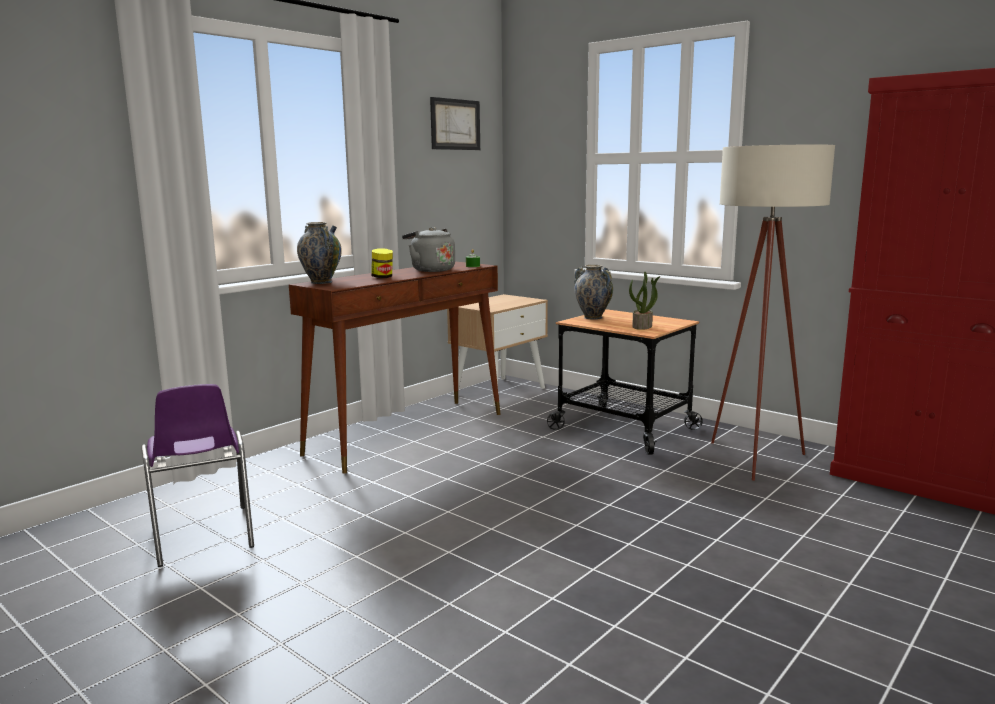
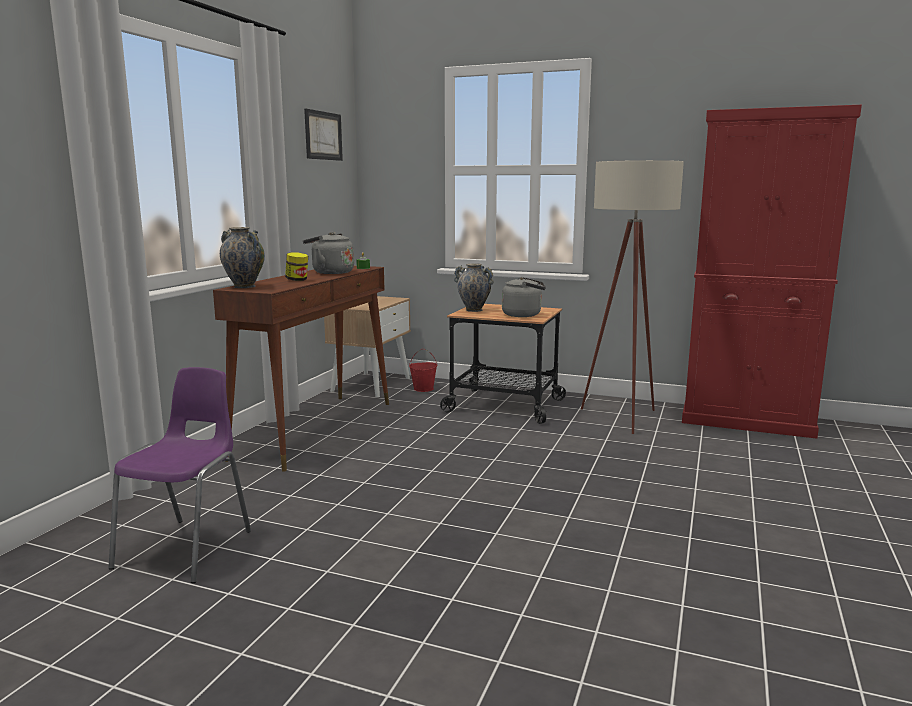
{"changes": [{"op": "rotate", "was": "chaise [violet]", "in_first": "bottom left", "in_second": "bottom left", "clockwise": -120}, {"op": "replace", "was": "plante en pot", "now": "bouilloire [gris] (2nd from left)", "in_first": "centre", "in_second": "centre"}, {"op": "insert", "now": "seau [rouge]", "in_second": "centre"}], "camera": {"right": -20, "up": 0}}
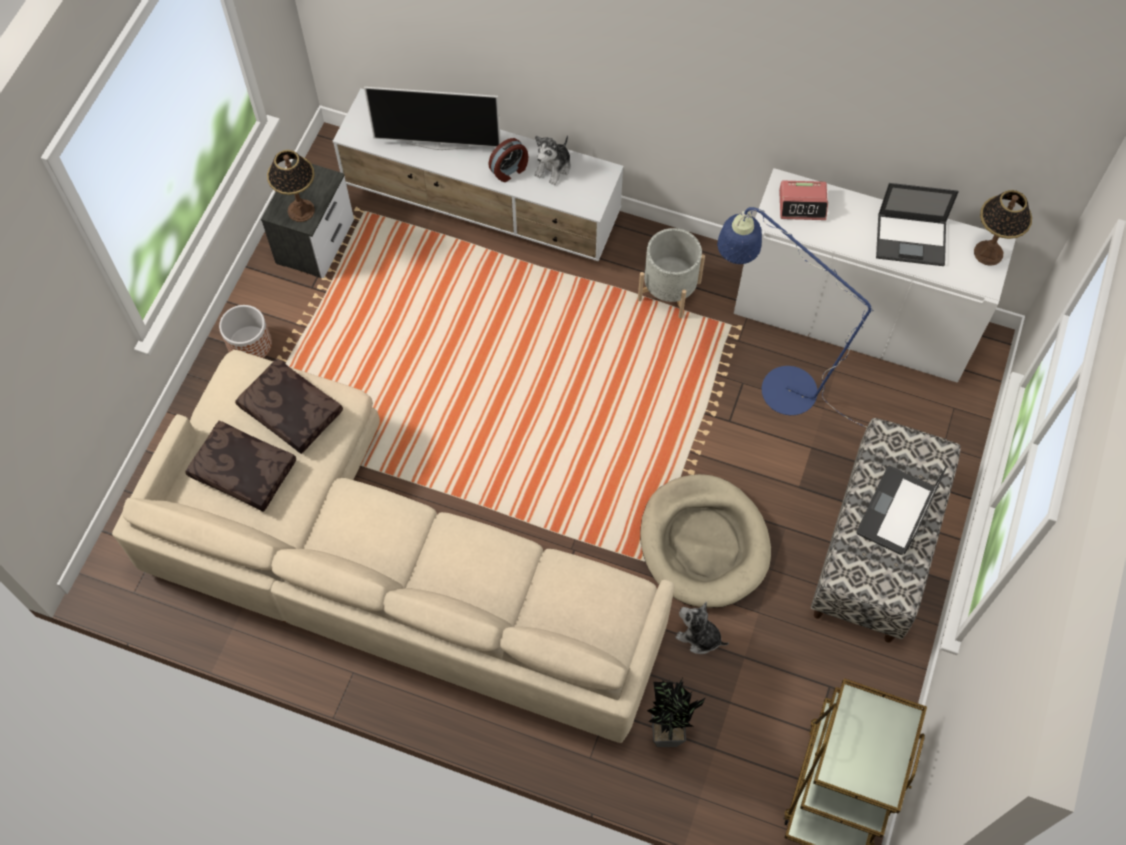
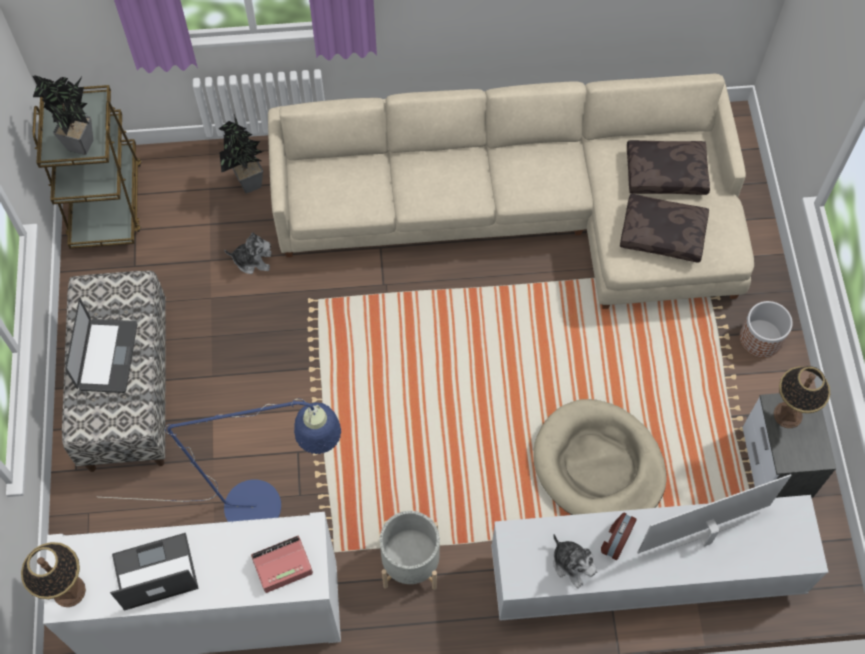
{"changes": [{"op": "rotate", "was": "peluche (1st from left in the first image)", "in_first": "top centre", "in_second": "bottom centre", "clockwise": 135}, {"op": "move", "was": "panier pour chien [beige]", "in_first": "centre", "in_second": "bottom right"}, {"op": "insert", "now": "plante en pot (1st from left)", "in_second": "top left"}], "camera": {"right": 155, "up": 0}}
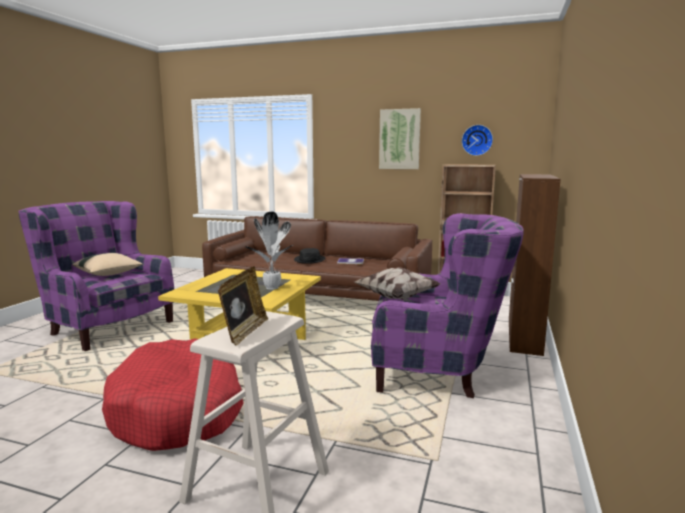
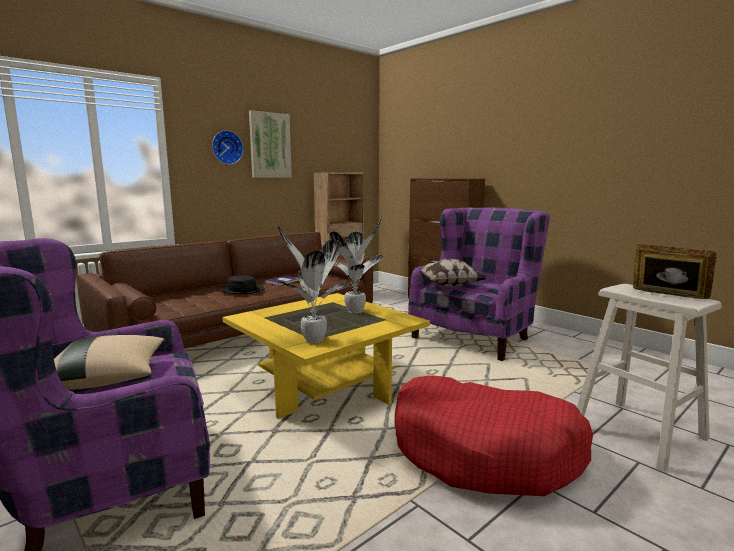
{"changes": [{"op": "move", "was": "horloge murale", "in_first": "top right", "in_second": "top left"}, {"op": "insert", "now": "plante en pot (1st from left)", "in_second": "centre"}], "camera": {"right": -60, "up": 0}}
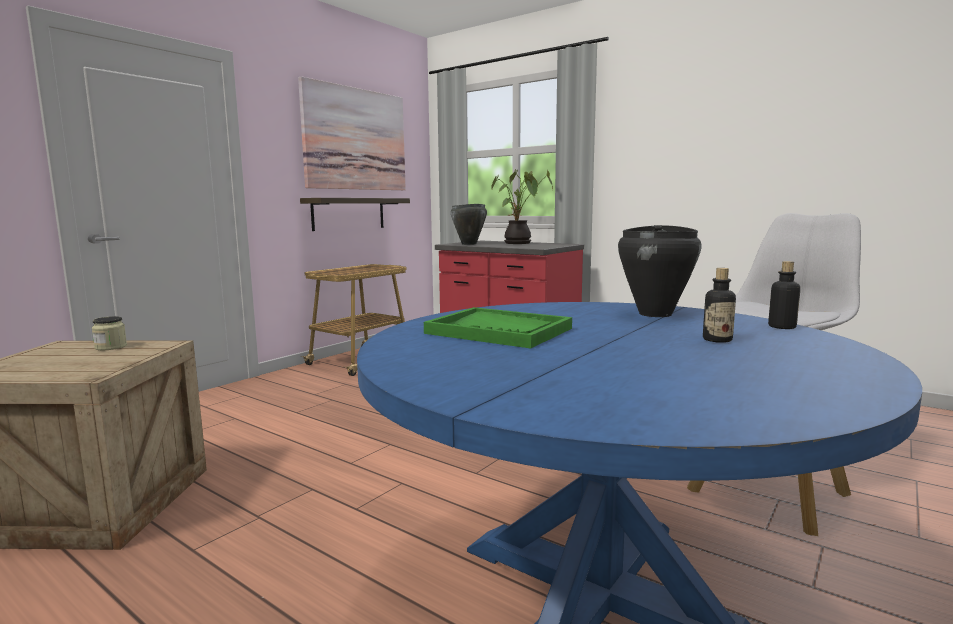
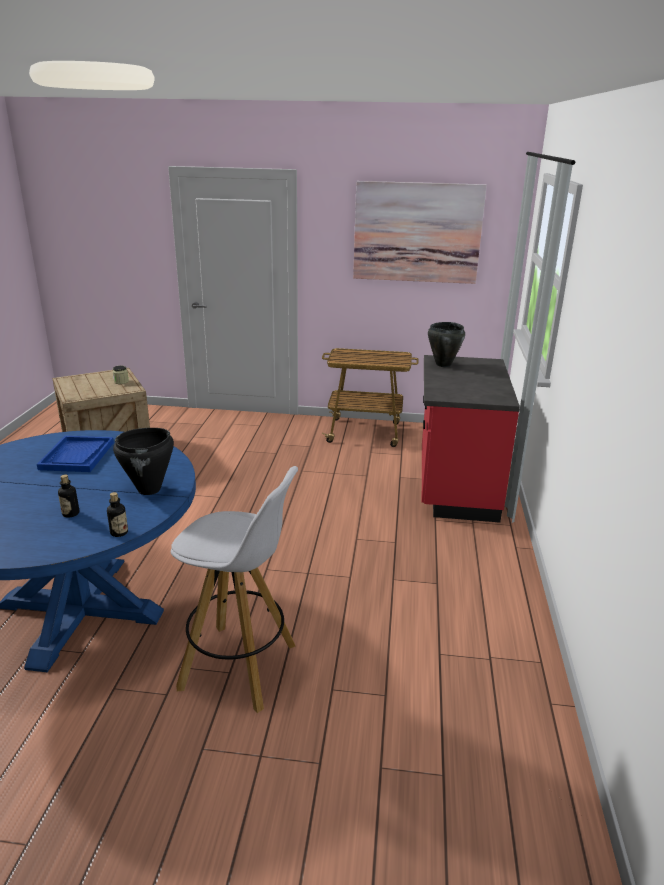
{"changes": [{"op": "delete", "was": "étagère", "in_first": "centre"}, {"op": "recolor", "was": "plateau [vert]", "now": "plateau [bleu]", "in_first": "centre", "in_second": "middle left"}, {"op": "delete", "was": "plante en pot", "in_first": "top centre"}], "camera": {"right": 60, "up": 15}}
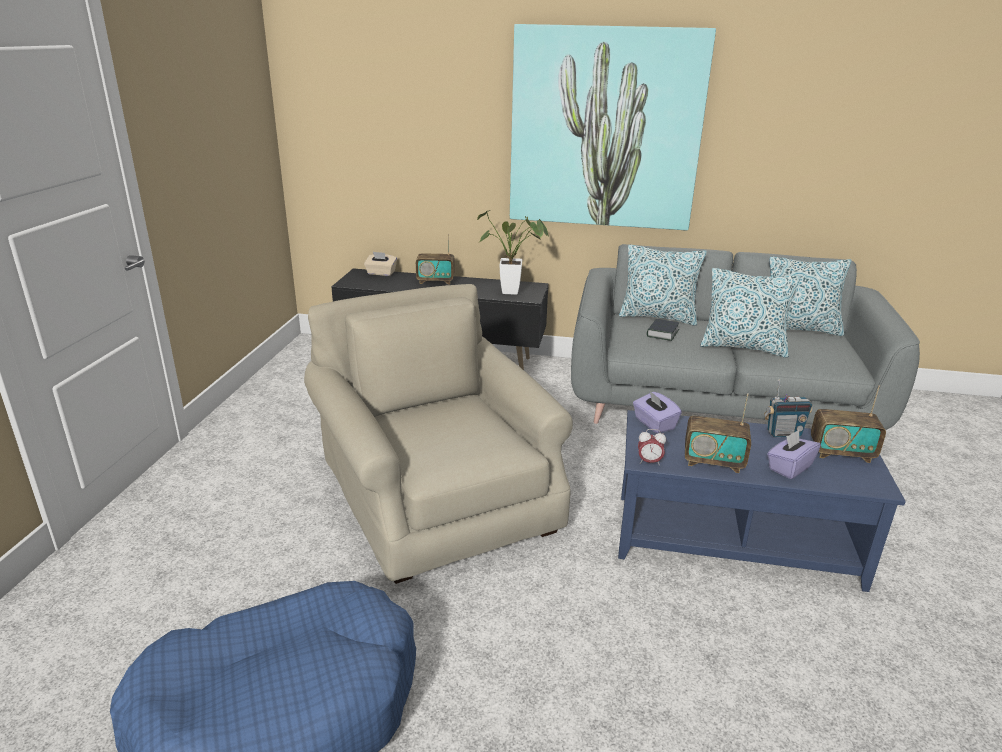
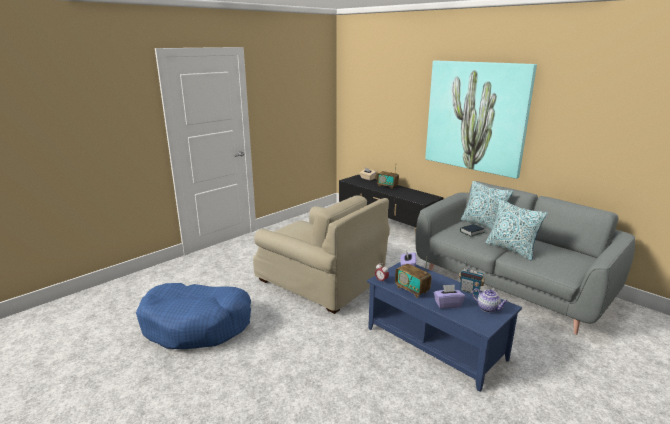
{"changes": [{"op": "rotate", "was": "fauteuil [beige]", "in_first": "centre", "in_second": "centre", "clockwise": 120}, {"op": "delete", "was": "plante en pot", "in_first": "centre"}, {"op": "delete", "was": "coussin (3rd from left)", "in_first": "middle right"}, {"op": "replace", "was": "radio (4th from left)", "now": "théière", "in_first": "middle right", "in_second": "bottom right"}], "camera": {"right": 35, "up": -5}}
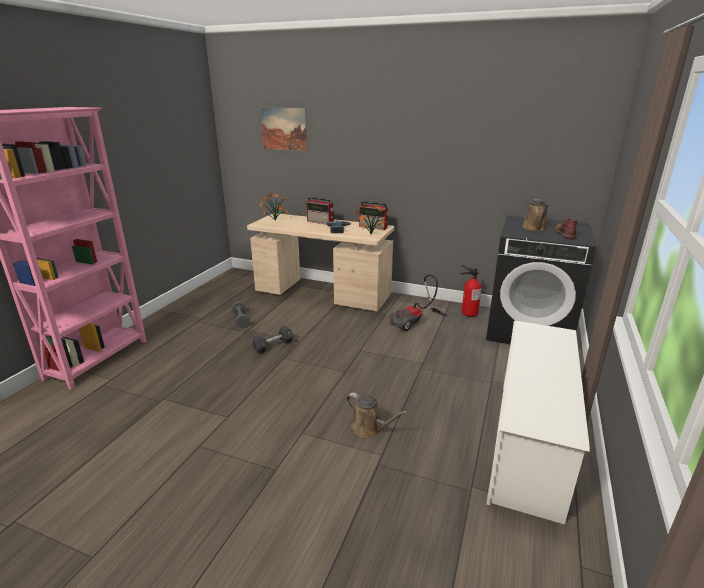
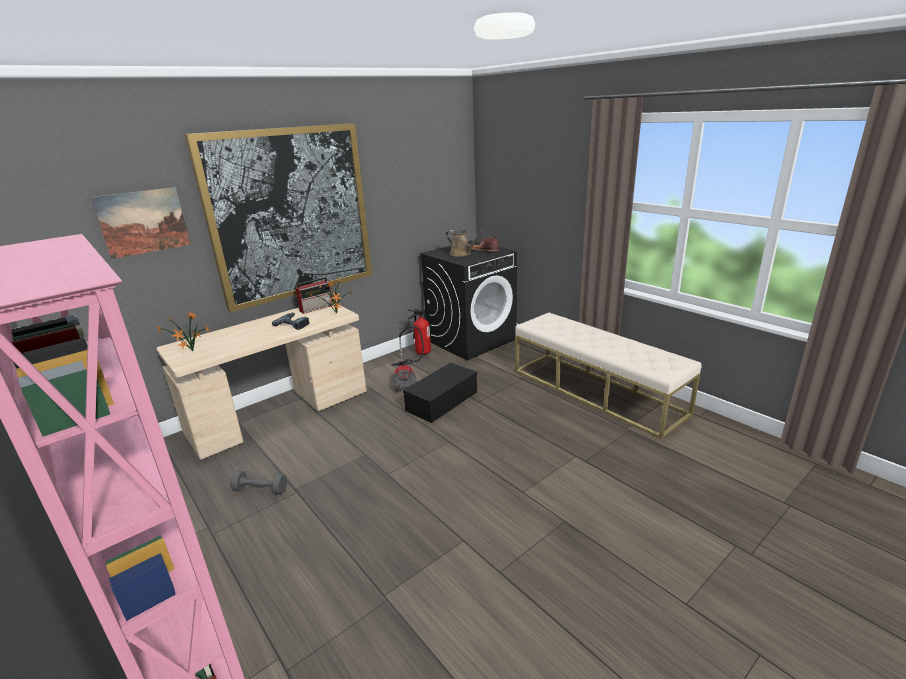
{"changes": [{"op": "delete", "was": "haltère [gris] (2nd from left)", "in_first": "centre"}, {"op": "delete", "was": "radio (1st from left)", "in_first": "centre"}, {"op": "delete", "was": "arrosoir [marron] (1st from left)", "in_first": "bottom centre"}, {"op": "replace", "was": "étagère à chaussures [blanc]", "now": "banc [beige]", "in_first": "bottom right", "in_second": "middle right"}, {"op": "insert", "now": "tableau (2nd from left)", "in_second": "top left"}, {"op": "insert", "now": "boîte de rangement [noir]", "in_second": "centre"}], "camera": {"right": -60, "up": 0}}
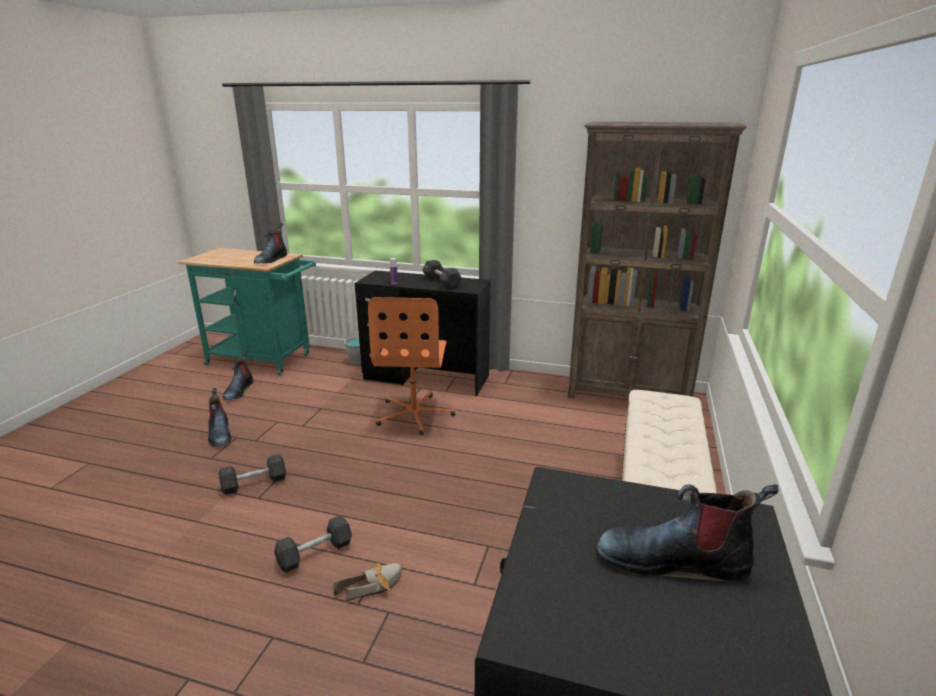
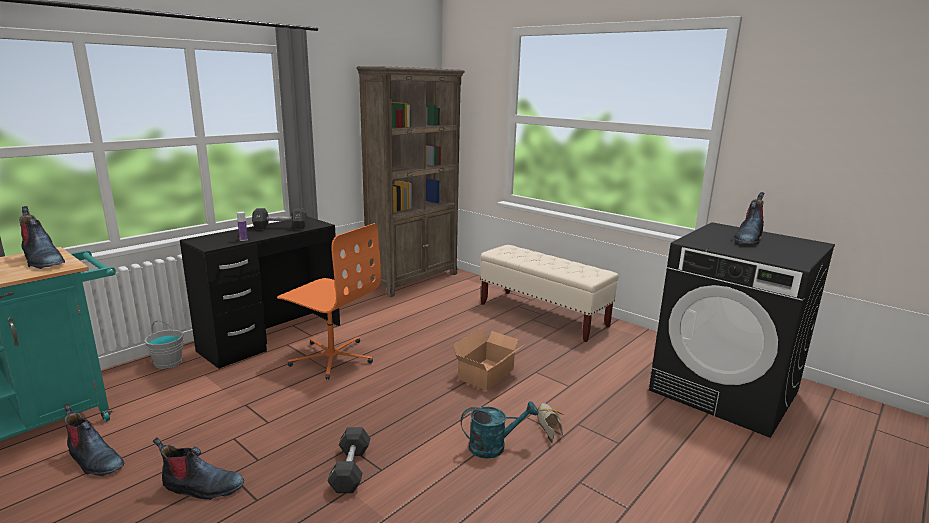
{"changes": [{"op": "replace", "was": "haltère [noir] (2nd from left)", "now": "arrosoir [turquoise]", "in_first": "bottom centre", "in_second": "bottom centre"}, {"op": "insert", "now": "carton", "in_second": "bottom centre"}], "camera": {"right": -65, "up": -5}}
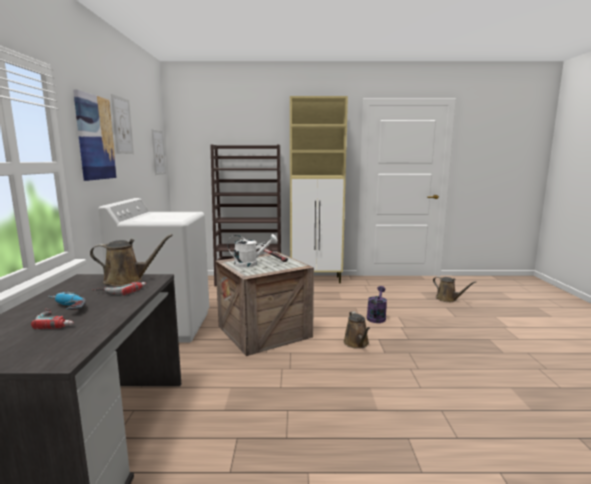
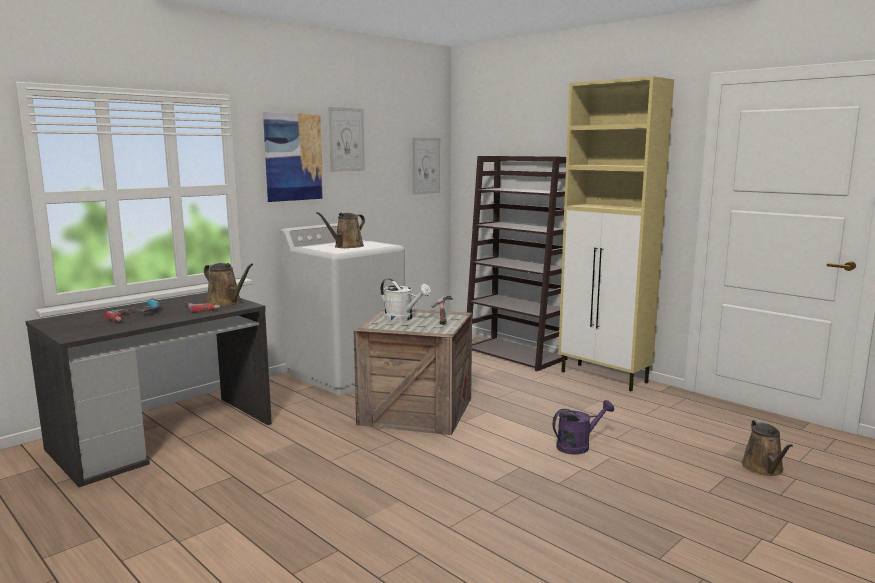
{"changes": [{"op": "move", "was": "arrosoir [marron] (2nd from left)", "in_first": "bottom centre", "in_second": "centre"}], "camera": {"right": 45, "up": 0}}
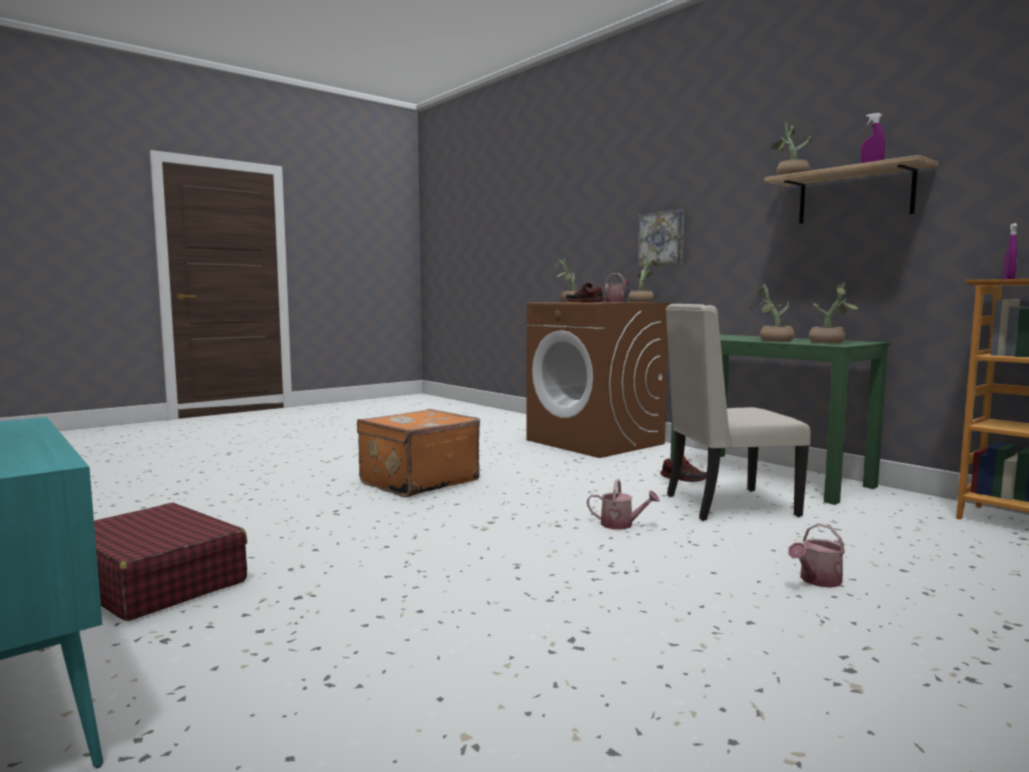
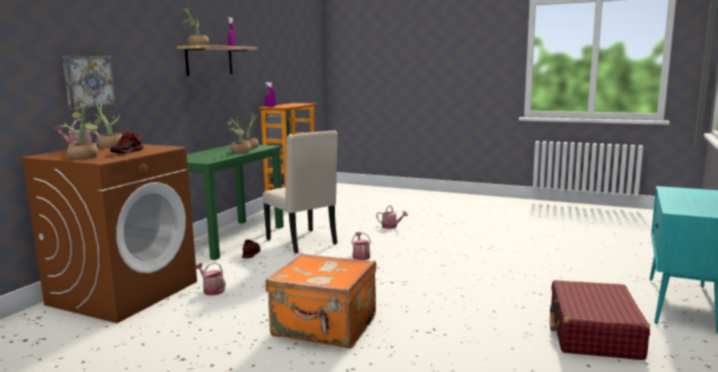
{"changes": [{"op": "insert", "now": "arrosoir (2nd from left)", "in_second": "bottom left"}], "camera": {"right": -115, "up": 5}}
